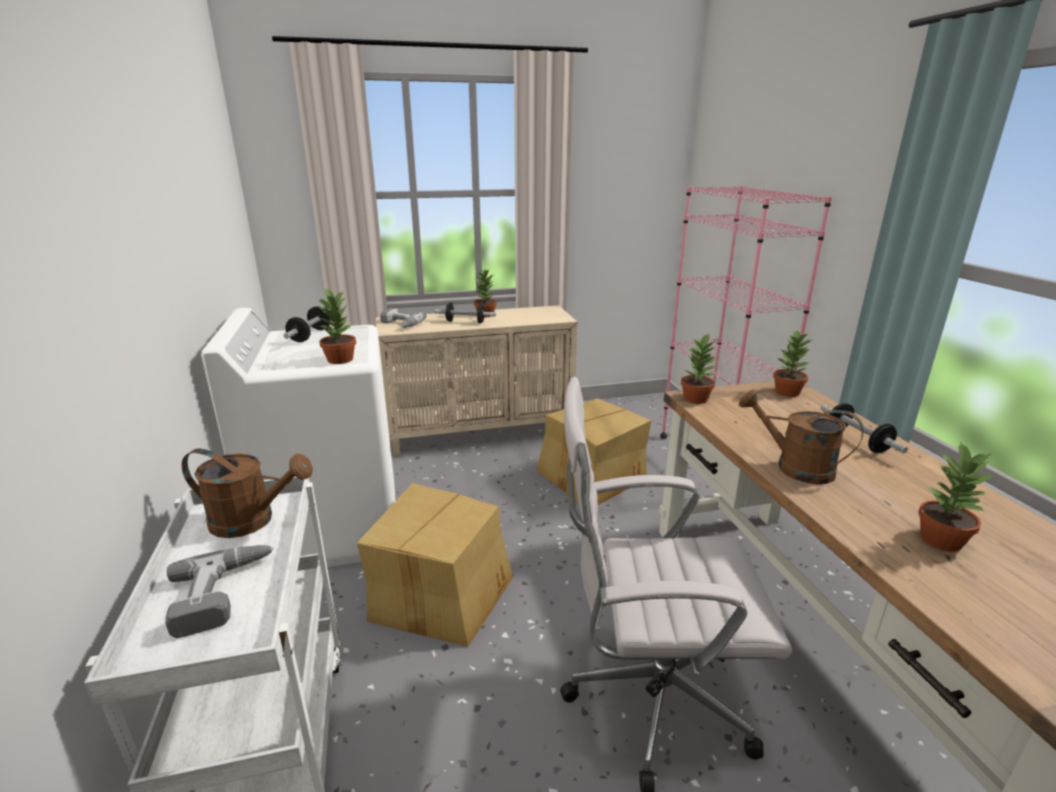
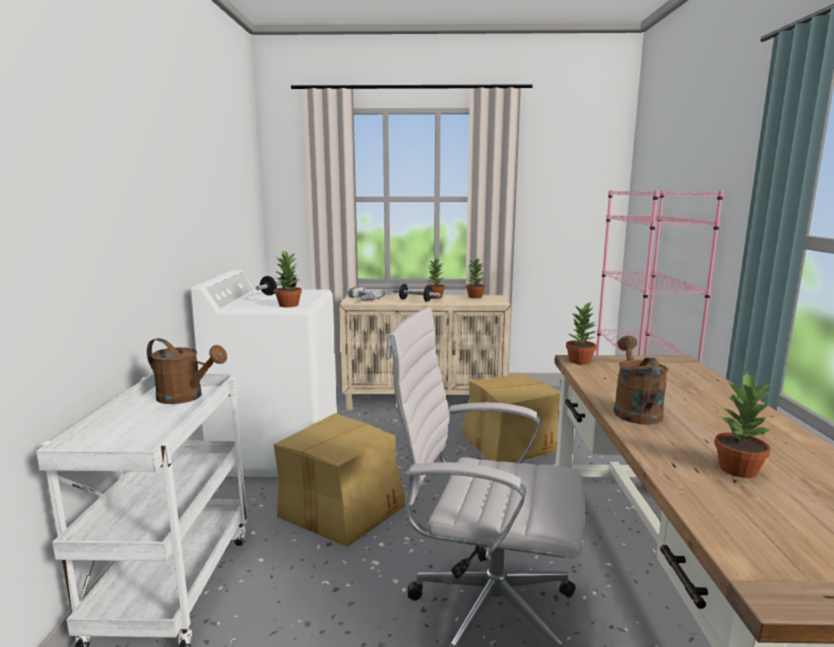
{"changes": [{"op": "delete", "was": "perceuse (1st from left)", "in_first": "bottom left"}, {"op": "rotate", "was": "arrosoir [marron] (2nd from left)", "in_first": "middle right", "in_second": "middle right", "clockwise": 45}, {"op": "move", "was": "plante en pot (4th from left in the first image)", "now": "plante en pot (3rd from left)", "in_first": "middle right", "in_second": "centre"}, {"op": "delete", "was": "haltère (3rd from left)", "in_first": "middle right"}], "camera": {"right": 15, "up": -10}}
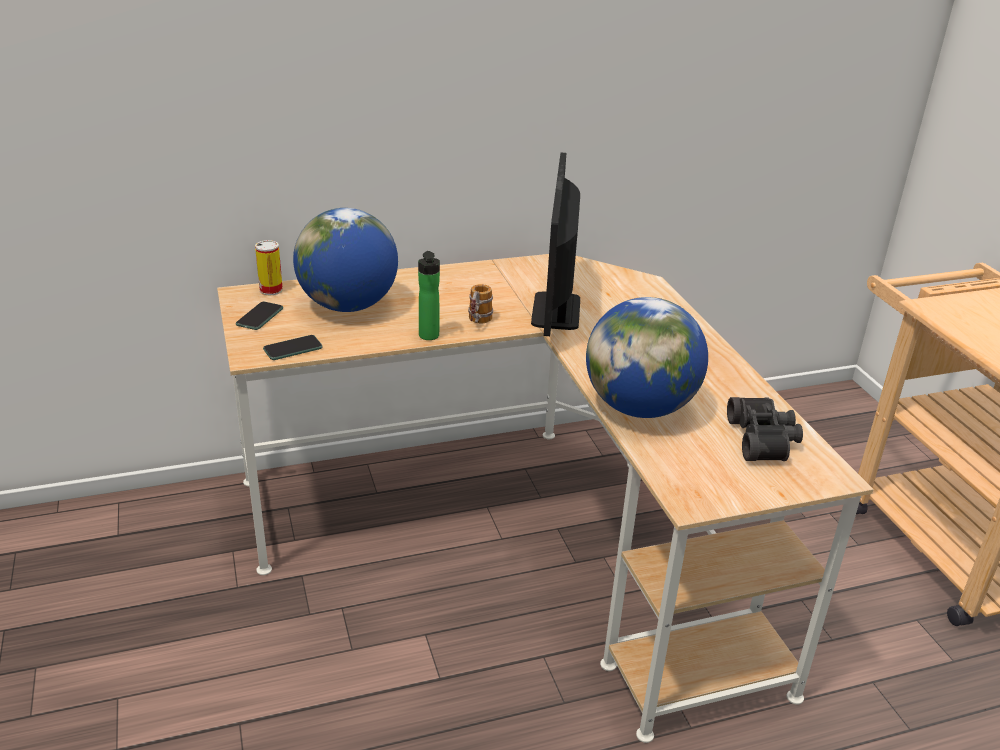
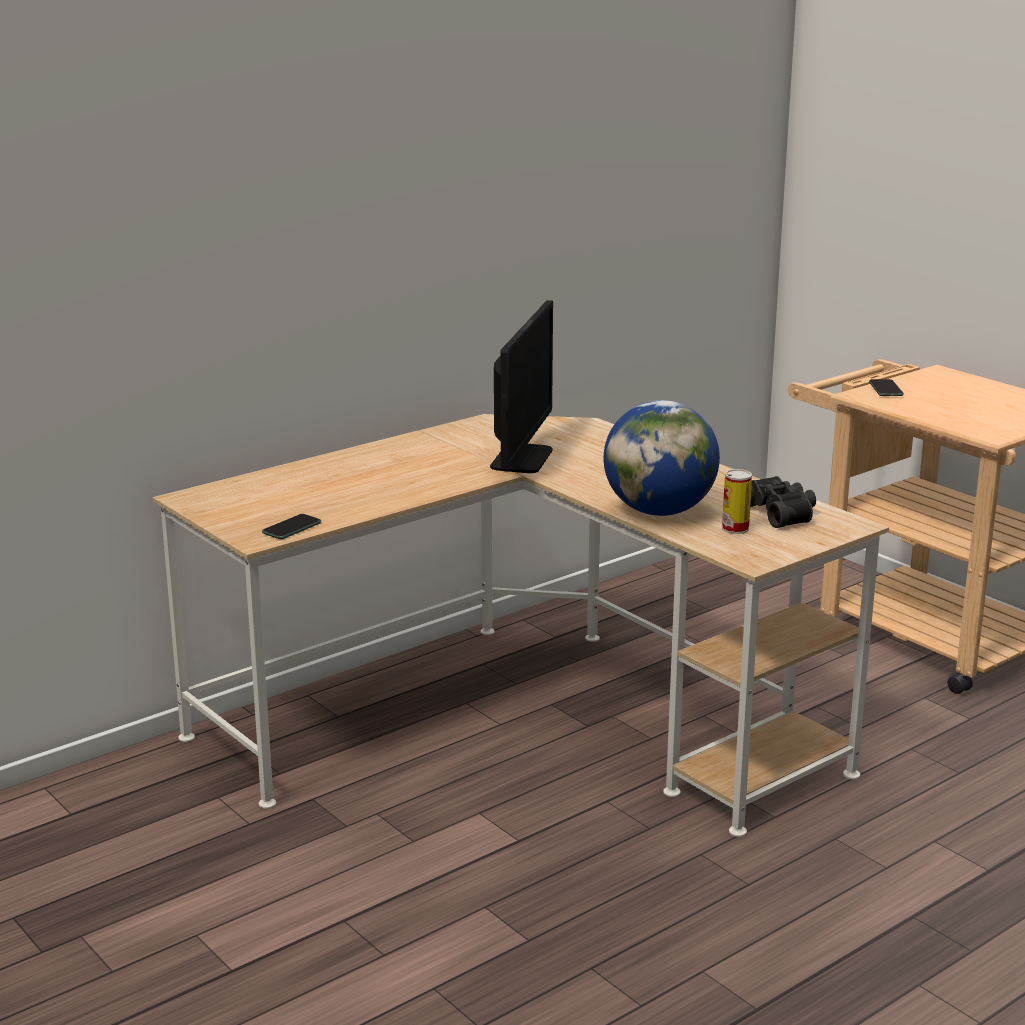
{"changes": [{"op": "move", "was": "téléphone (1st from left in the first image)", "now": "téléphone (2nd from left)", "in_first": "middle left", "in_second": "middle right"}, {"op": "move", "was": "boîte métallique", "in_first": "middle left", "in_second": "middle right"}, {"op": "delete", "was": "globe (1st from left)", "in_first": "centre"}, {"op": "delete", "was": "bouteille", "in_first": "centre"}, {"op": "delete", "was": "mug", "in_first": "centre"}, {"op": "rotate", "was": "écran d'ordinateur", "in_first": "top centre", "in_second": "centre", "clockwise": -150}], "camera": {"right": -20, "up": -10}}
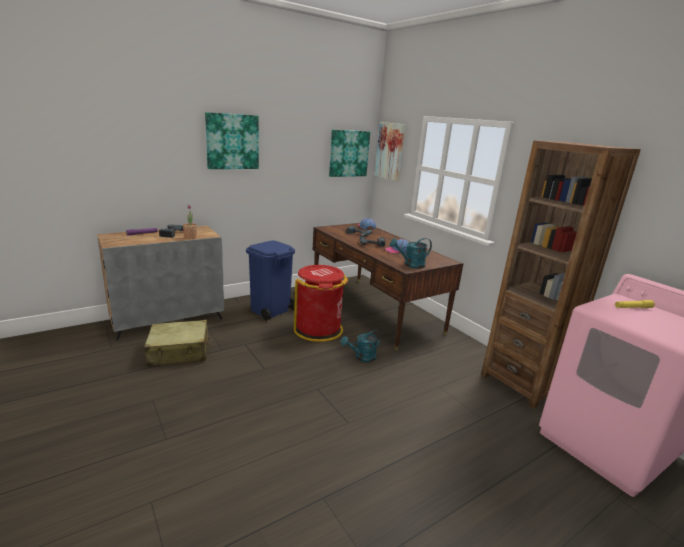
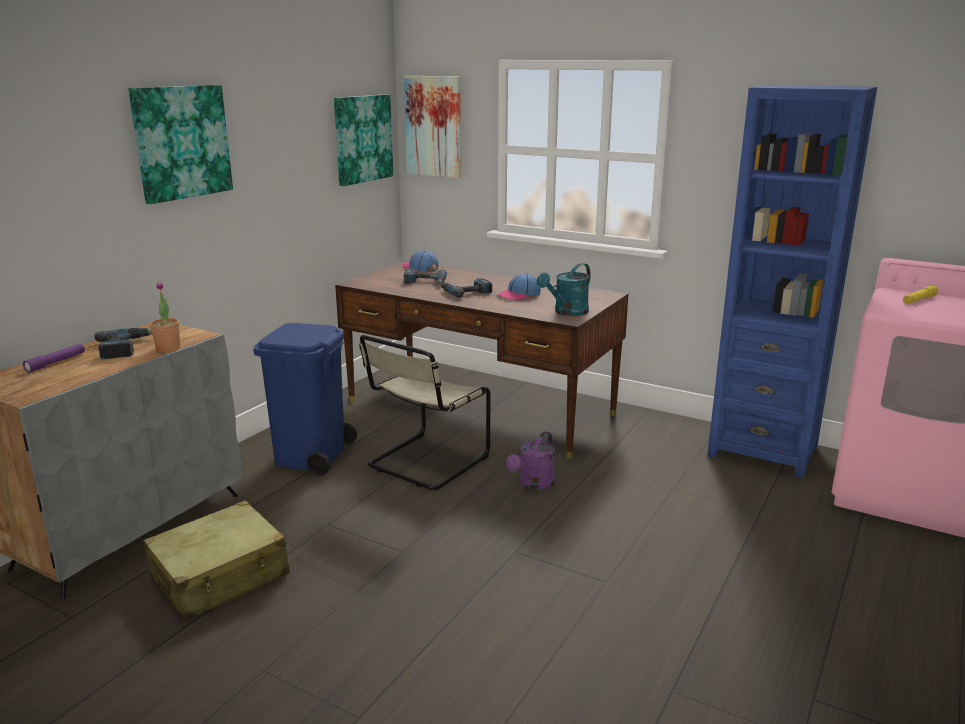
{"changes": [{"op": "replace", "was": "poubelle [rouge]", "now": "chaise [beige]", "in_first": "centre", "in_second": "centre"}, {"op": "recolor", "was": "arrosoir [turquoise] (1st from left)", "now": "arrosoir [violet]", "in_first": "centre", "in_second": "centre"}, {"op": "recolor", "was": "bibliothèque [marron]", "now": "bibliothèque [bleu]", "in_first": "middle right", "in_second": "middle right"}], "camera": {"right": -25, "up": 0}}
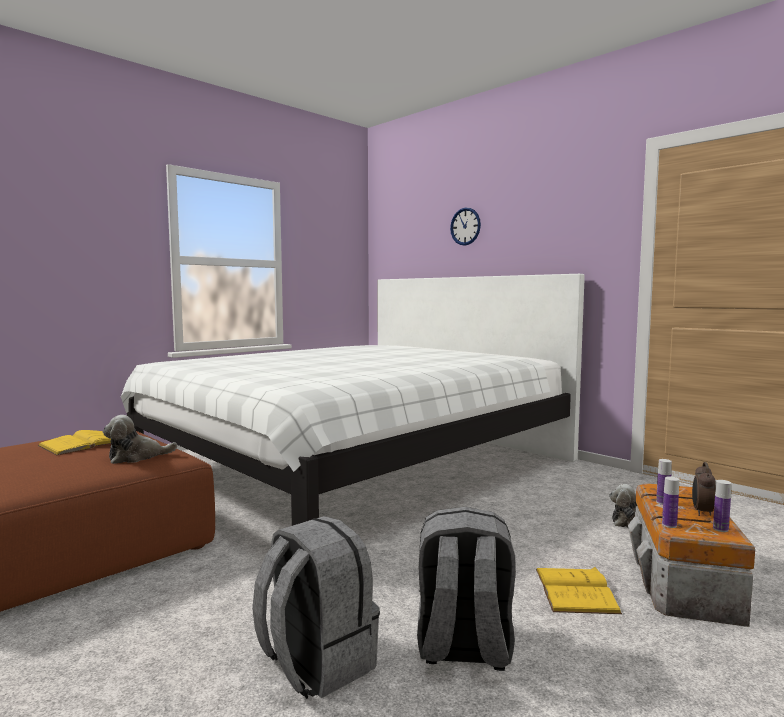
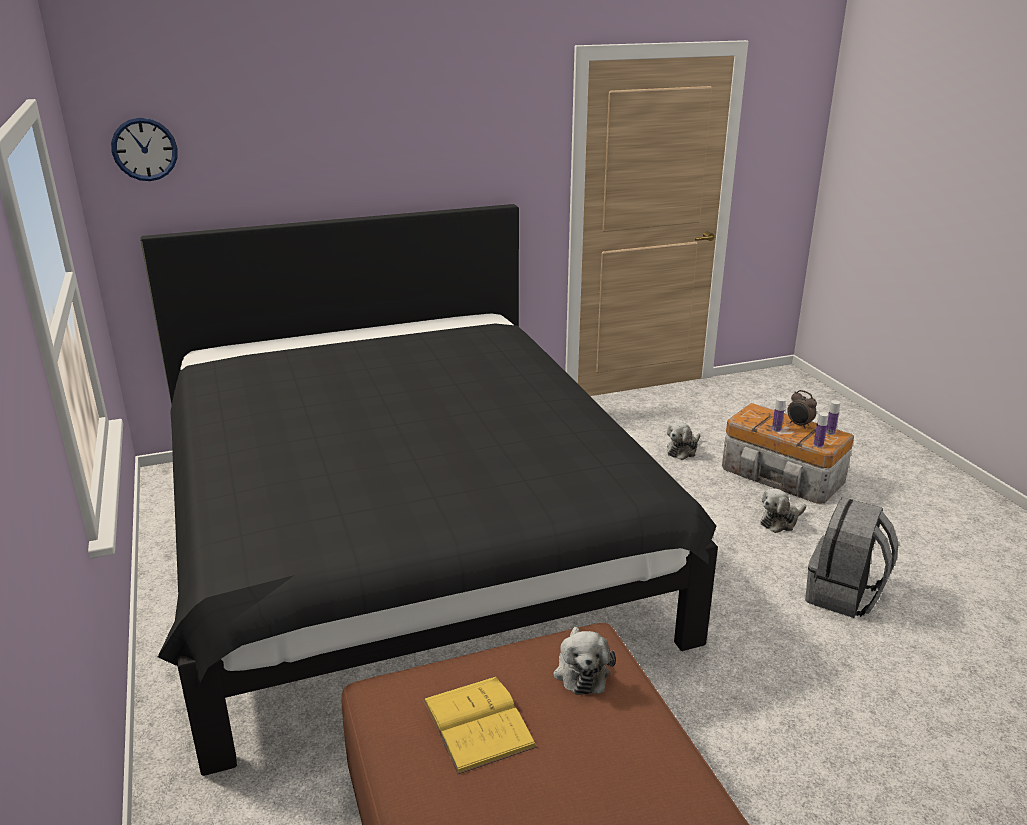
{"changes": [{"op": "recolor", "was": "lit [blanc]", "now": "lit [noir]", "in_first": "centre", "in_second": "centre"}, {"op": "delete", "was": "sac à dos [gris] (1st from left)", "in_first": "bottom centre"}, {"op": "move", "was": "horloge murale", "in_first": "top centre", "in_second": "top left"}, {"op": "replace", "was": "livre [jaune] (2nd from left)", "now": "peluche (3rd from left)", "in_first": "bottom right", "in_second": "middle right"}], "camera": {"right": -65, "up": 20}}
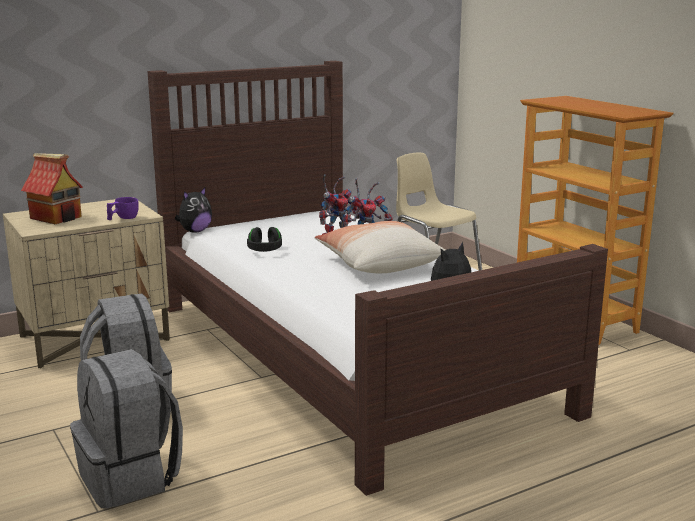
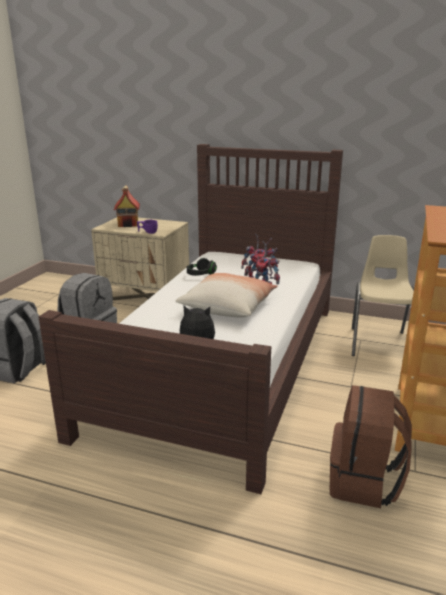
{"changes": [{"op": "delete", "was": "peluche (1st from left)", "in_first": "middle left"}, {"op": "insert", "now": "sac à dos [marron]", "in_second": "bottom right"}], "camera": {"right": 50, "up": 5}}
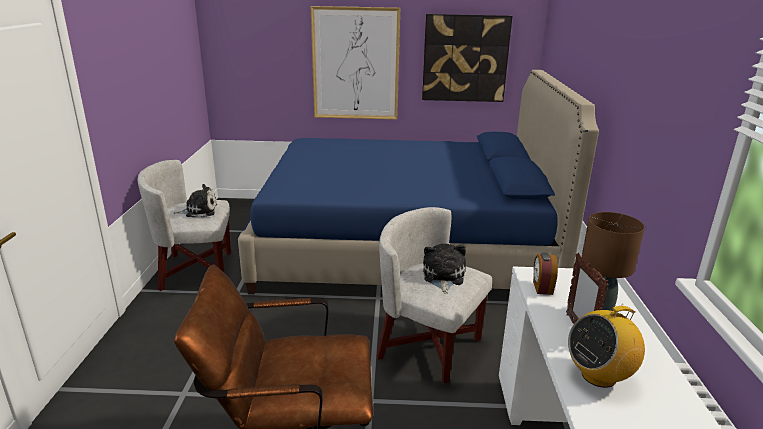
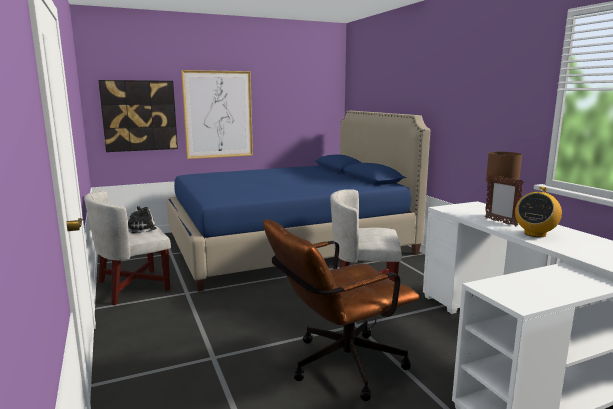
{"changes": [{"op": "move", "was": "tableau (2nd from left in the first image)", "now": "tableau (1st from left)", "in_first": "top centre", "in_second": "top left"}, {"op": "delete", "was": "peluche (2nd from left)", "in_first": "centre"}, {"op": "delete", "was": "réveil", "in_first": "middle right"}], "camera": {"right": -25, "up": -10}}
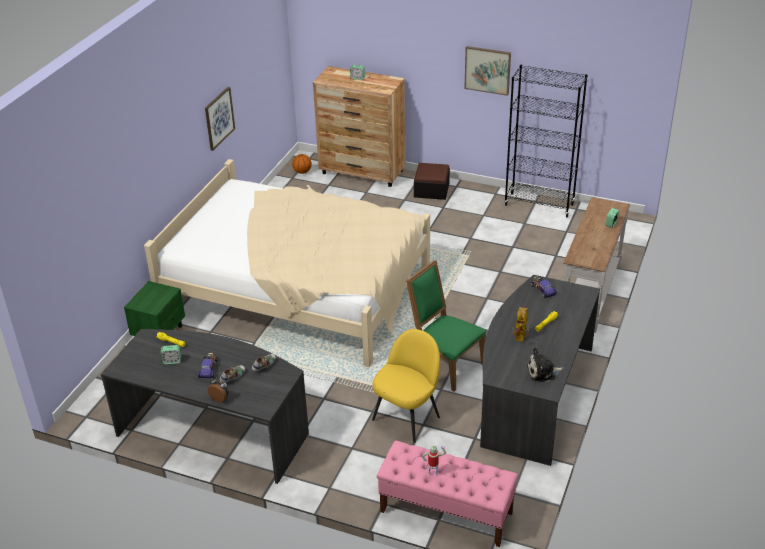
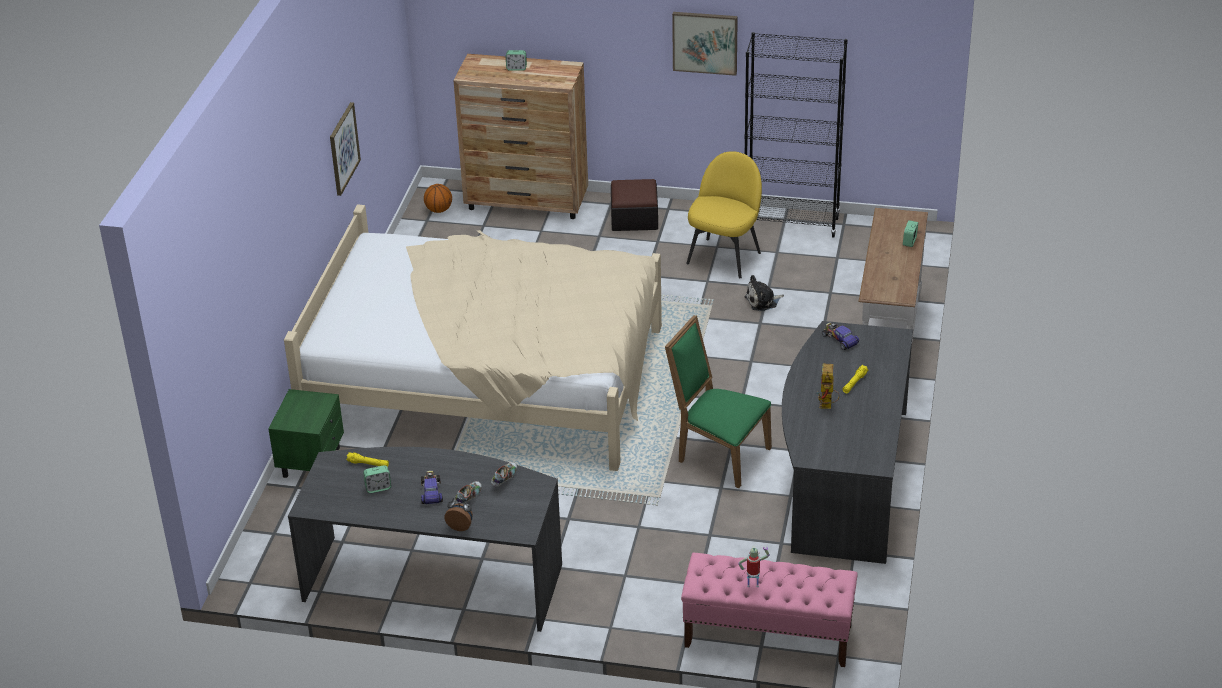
{"changes": [{"op": "move", "was": "chaise [jaune]", "in_first": "bottom centre", "in_second": "top centre"}, {"op": "move", "was": "peluche", "in_first": "middle right", "in_second": "centre"}], "camera": {"right": -10, "up": 0}}
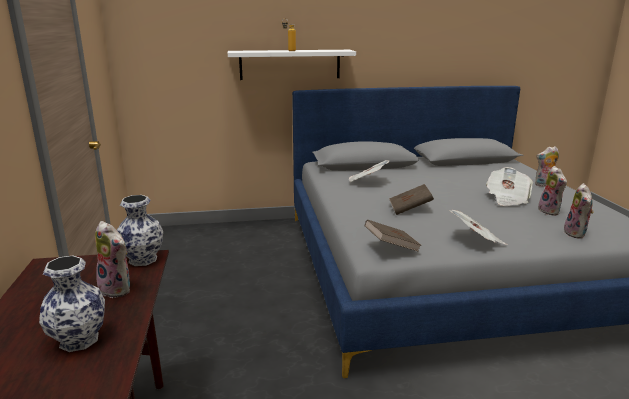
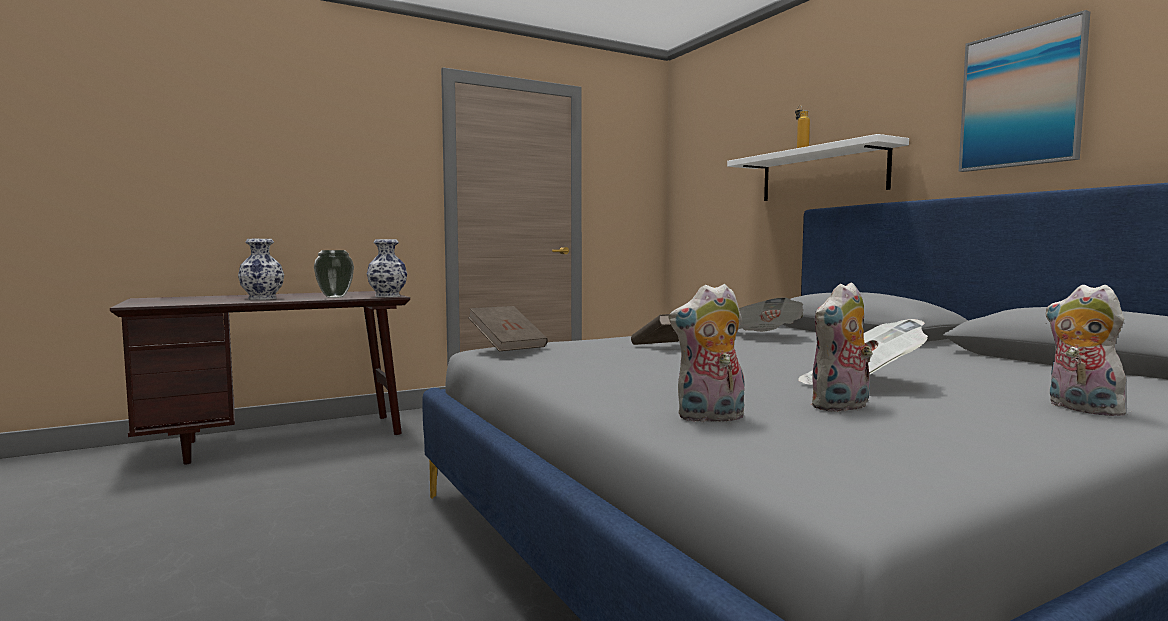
{"changes": [{"op": "replace", "was": "peluche (1st from left)", "now": "vase (2nd from left)", "in_first": "middle left", "in_second": "middle left"}, {"op": "delete", "was": "journal (2nd from left)", "in_first": "middle right"}, {"op": "insert", "now": "tableau", "in_second": "top right"}], "camera": {"right": 70, "up": -15}}
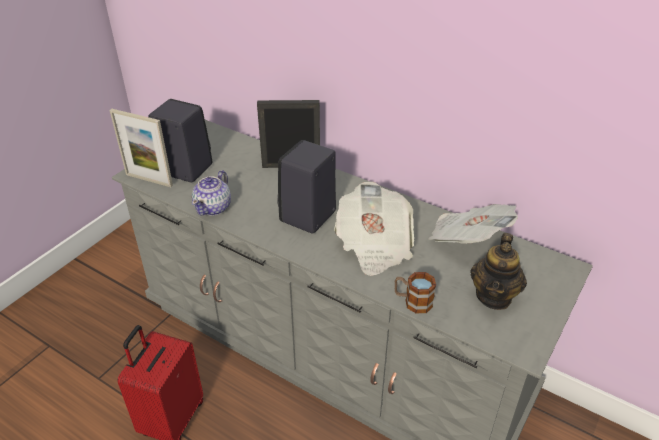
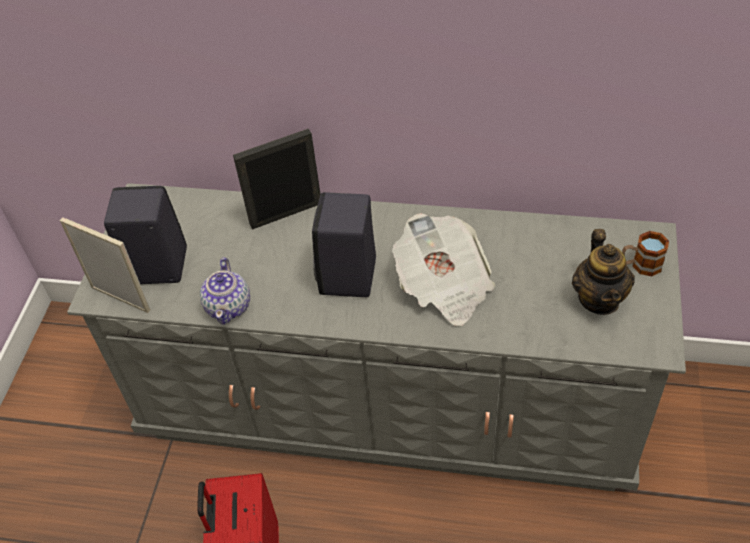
{"changes": [{"op": "rotate", "was": "cadre photo (1st from left)", "in_first": "middle left", "in_second": "middle left", "clockwise": -150}, {"op": "move", "was": "mug", "in_first": "centre", "in_second": "middle right"}, {"op": "delete", "was": "journal (2nd from left)", "in_first": "middle right"}], "camera": {"right": -20, "up": 10}}
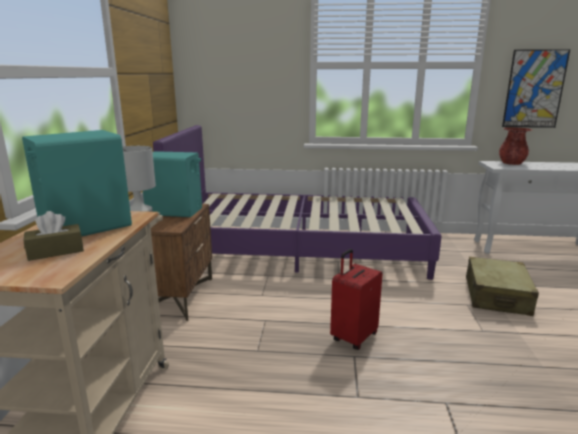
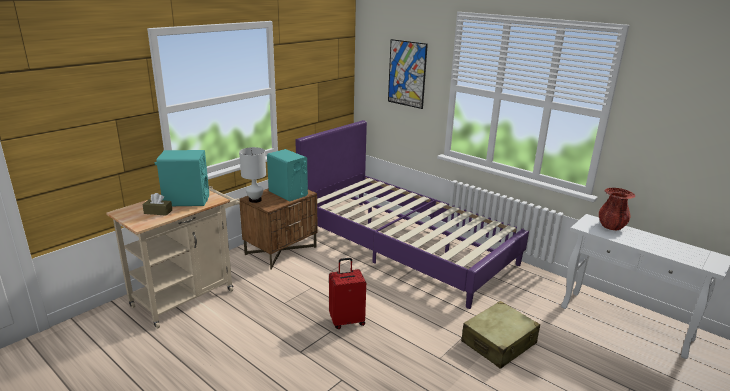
{"changes": [{"op": "move", "was": "tableau", "in_first": "top right", "in_second": "top centre"}], "camera": {"right": 35, "up": 5}}
